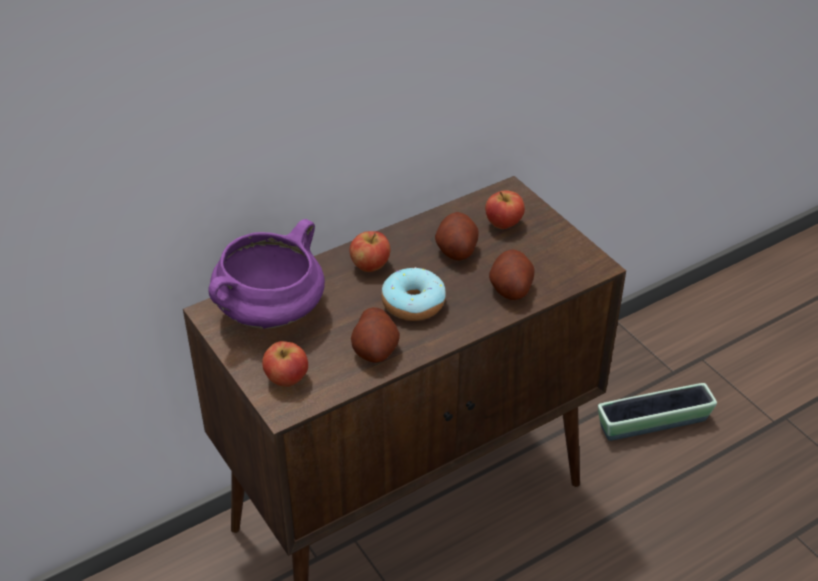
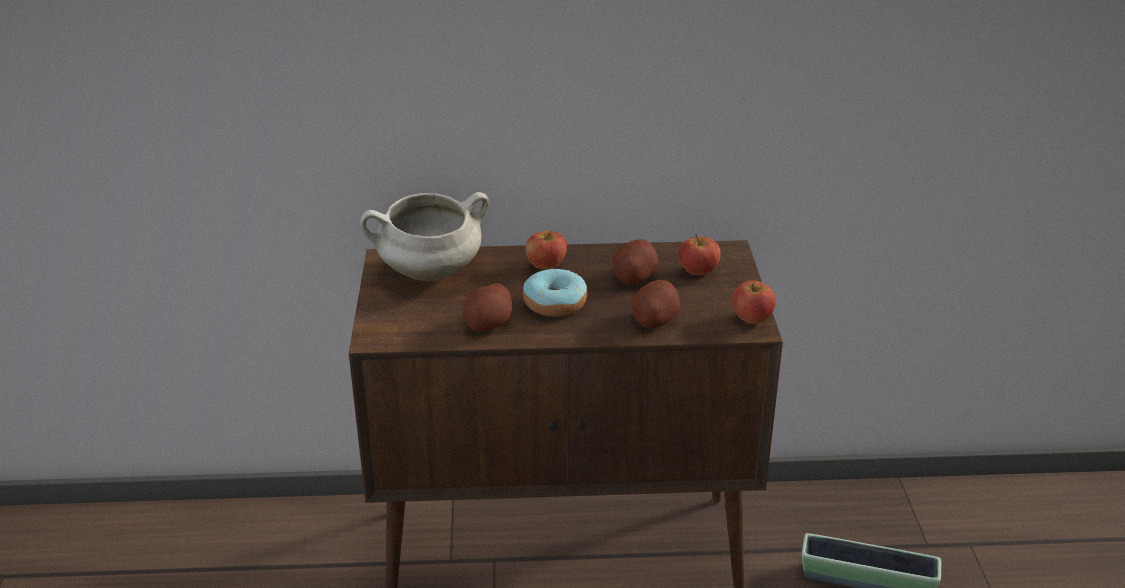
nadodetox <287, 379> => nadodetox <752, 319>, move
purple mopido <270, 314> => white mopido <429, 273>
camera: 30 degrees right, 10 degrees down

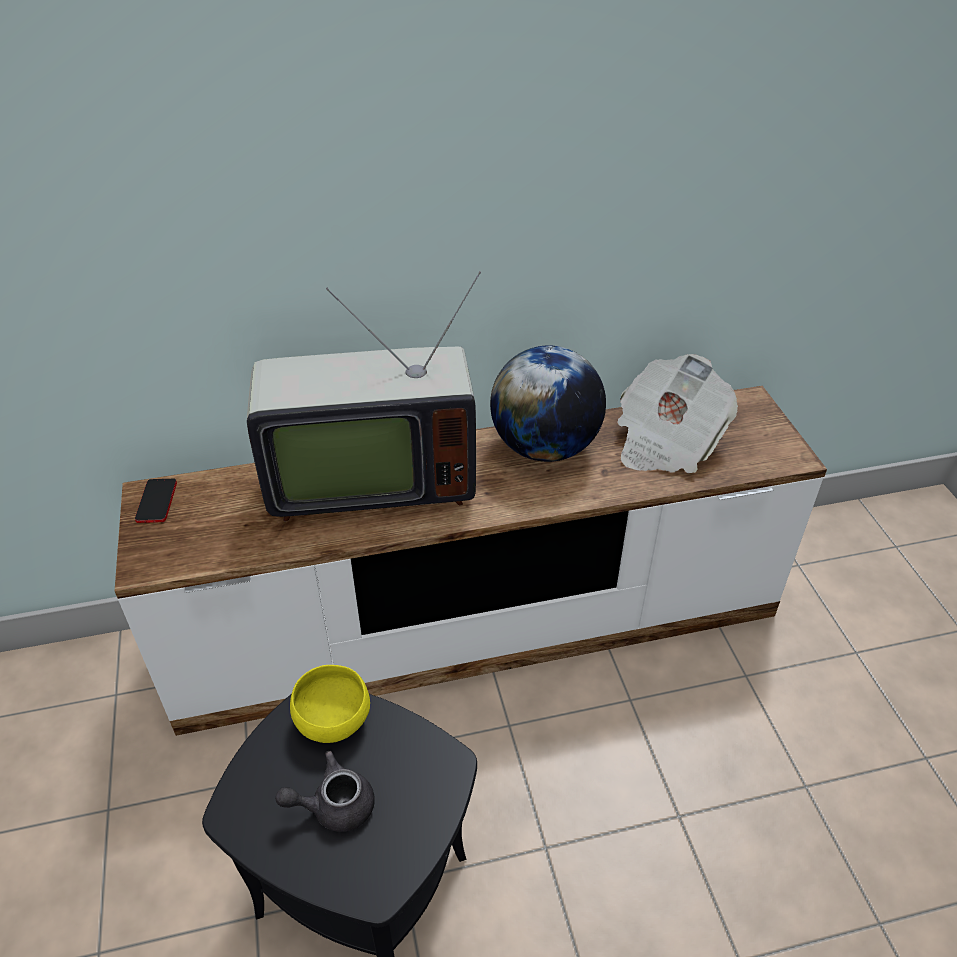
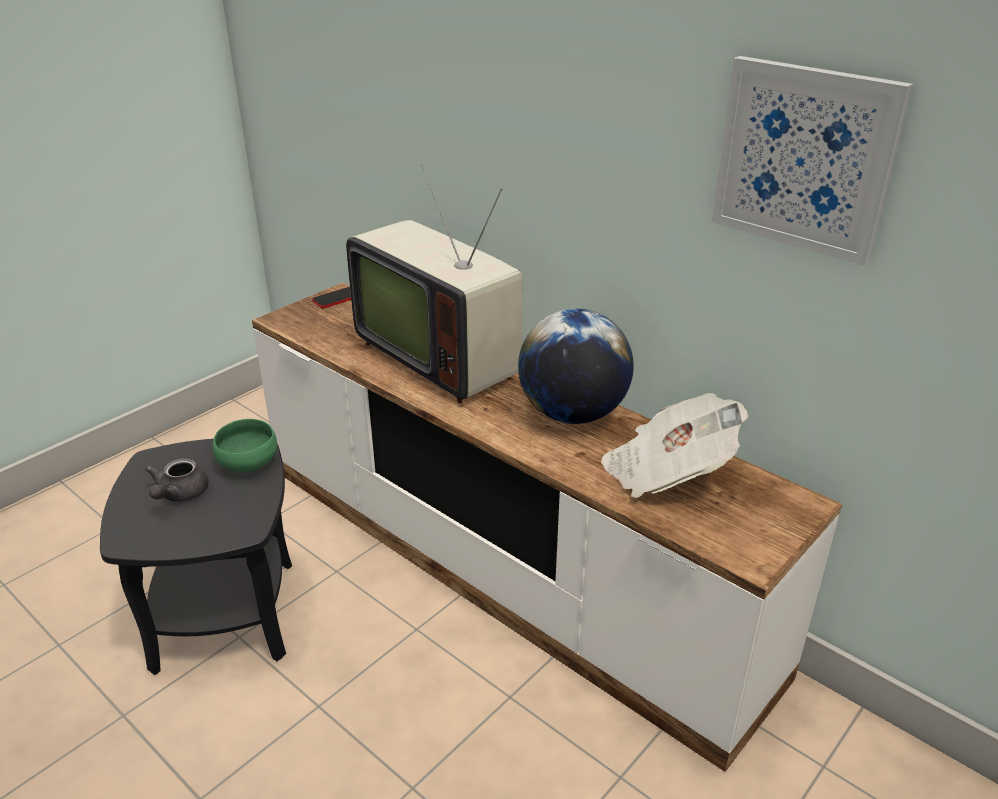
nothing => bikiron <805, 158>
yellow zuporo <334, 719> => green zuporo <249, 464>
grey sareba <333, 805> => grey sareba <179, 495>, 120 degrees counterclockwise
camera: 55 degrees right, 10 degrees down

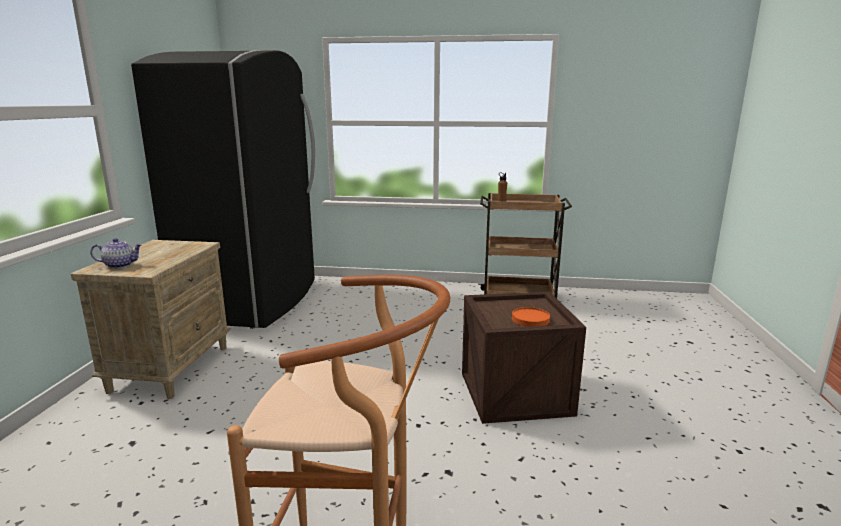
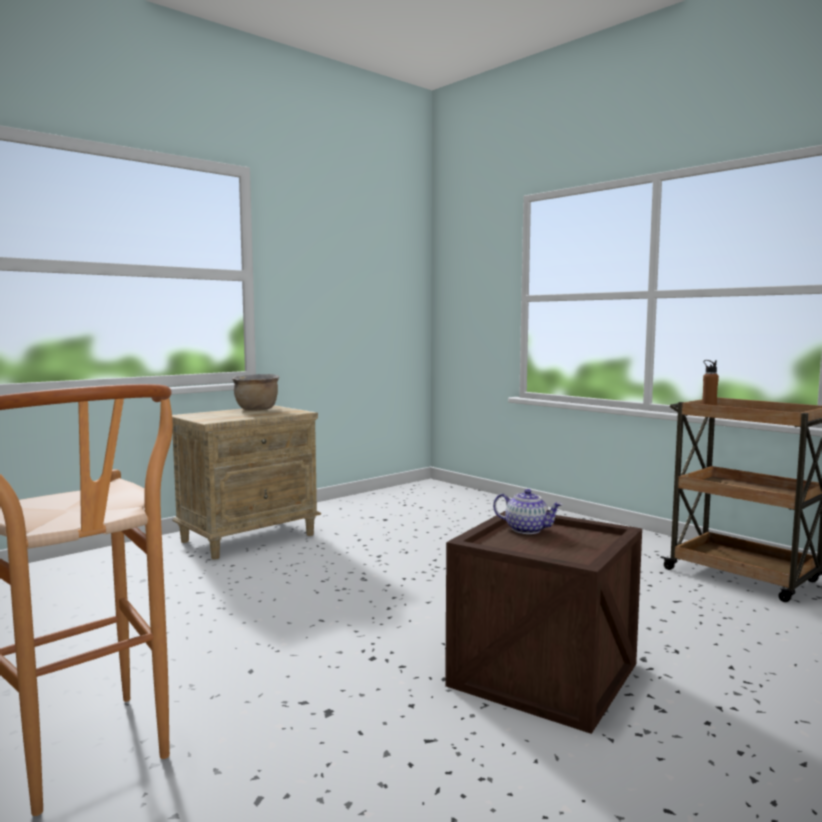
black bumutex <253, 301> => nothing
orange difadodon <530, 319> => nothing
nothing => brown mopido <256, 410>
sareba <120, 265> => sareba <527, 529>, move
camera: 40 degrees right, 10 degrees down

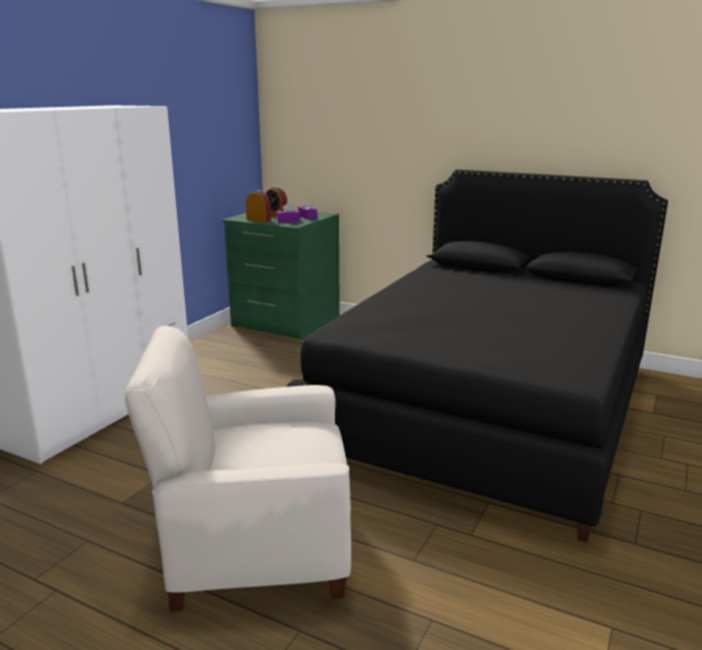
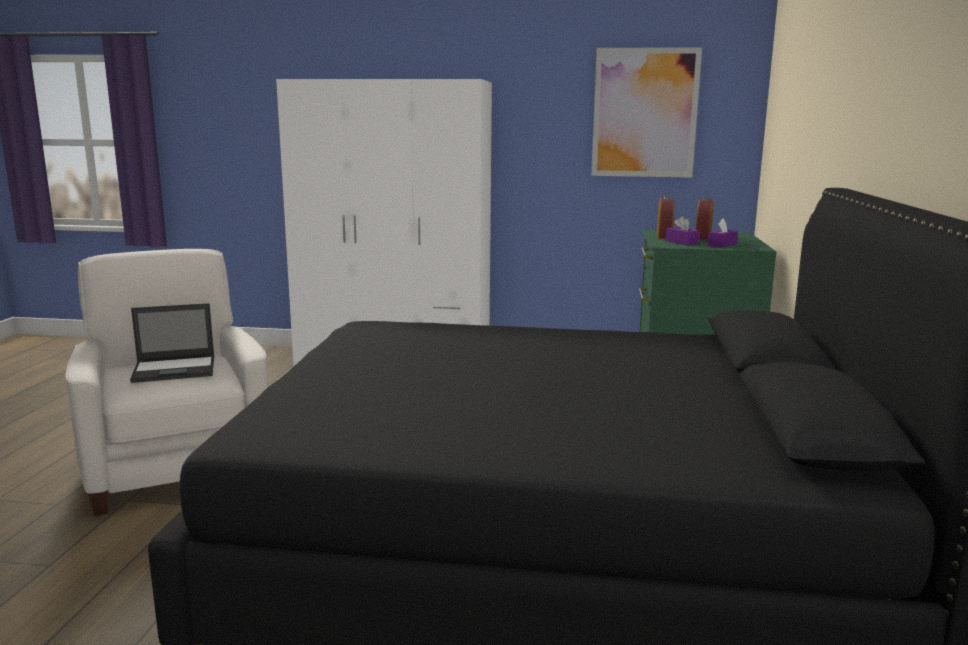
nothing => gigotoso <175, 369>
nothing => bikiron <644, 113>
camera: 70 degrees right, 5 degrees down

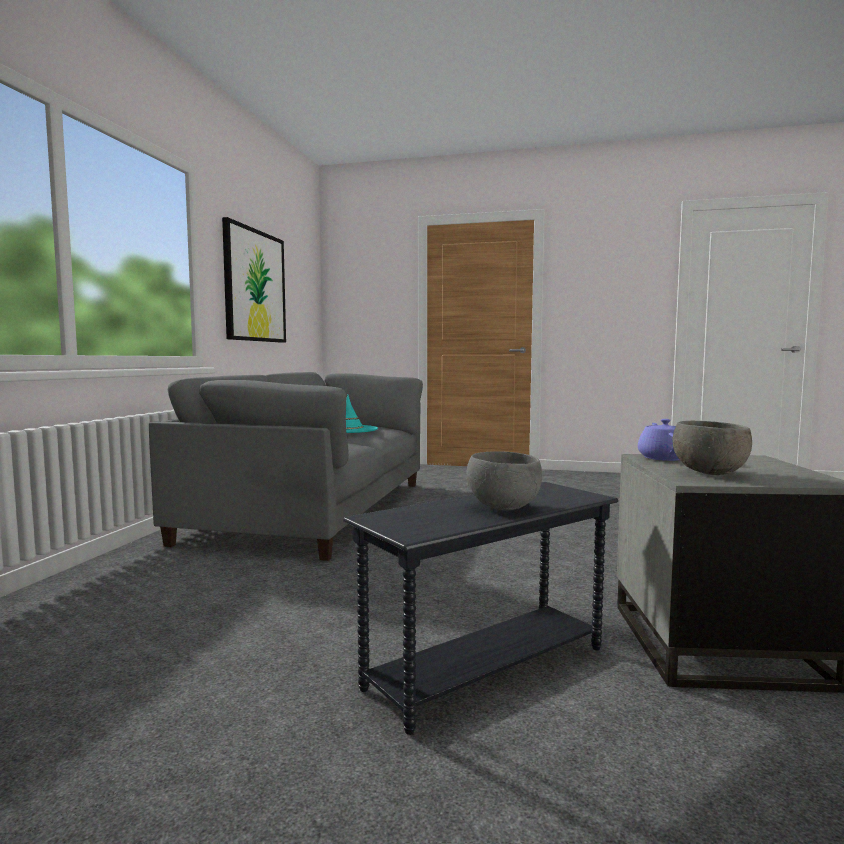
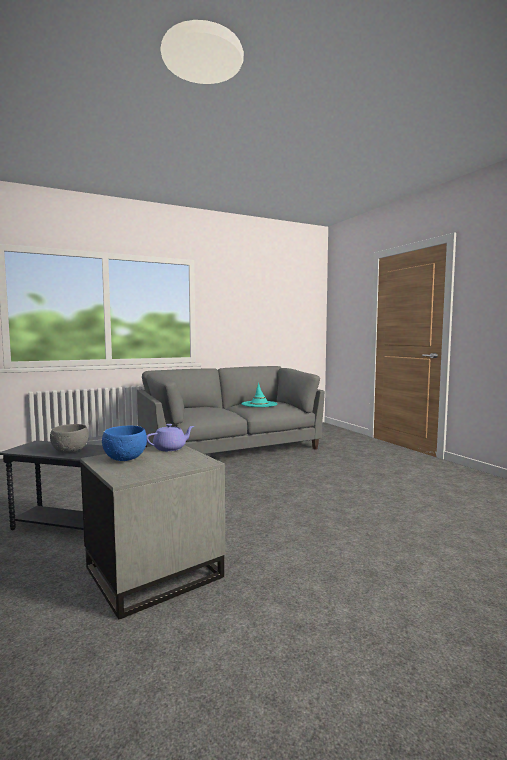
bikiron <254, 286> => nothing
grey zuporo <710, 473> => blue zuporo <124, 459>
camera: 50 degrees right, 0 degrees up

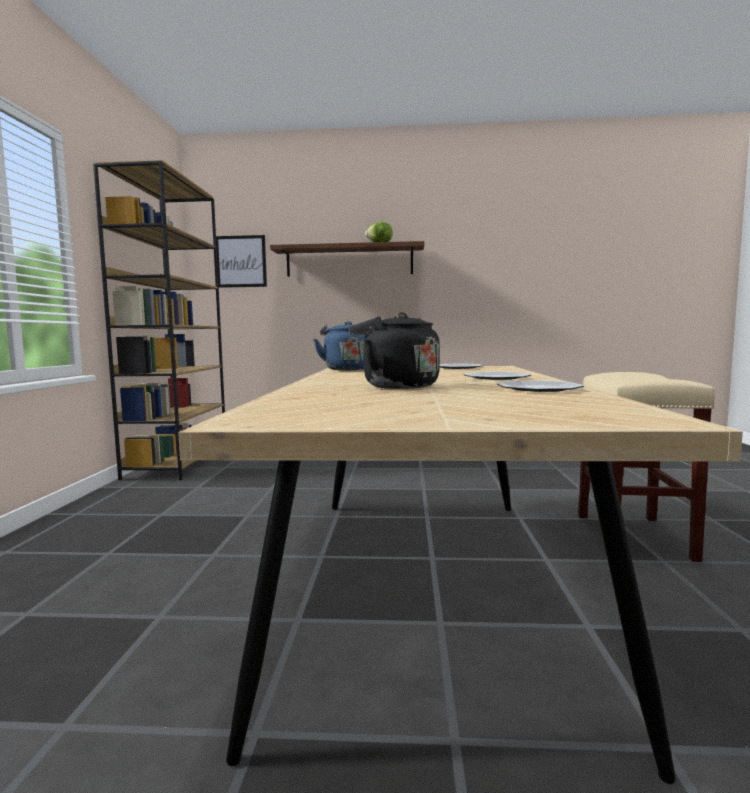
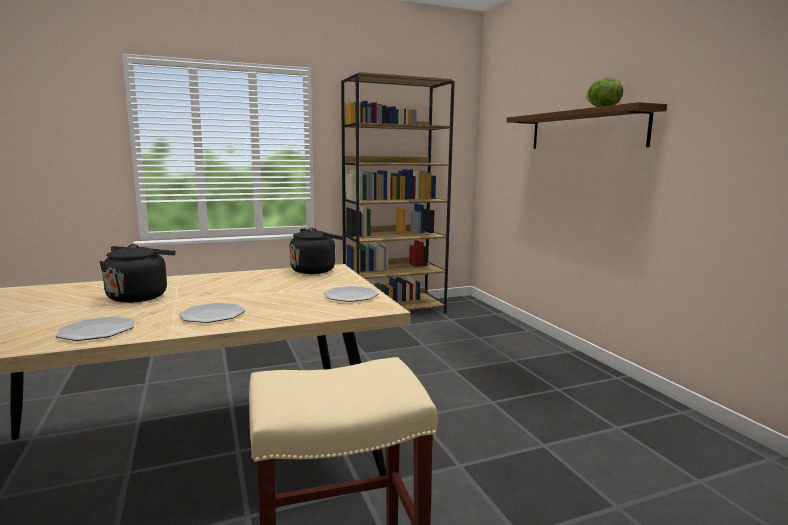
bikiron <241, 261> => nothing
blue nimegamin <347, 369> => black nimegamin <315, 270>
camera: 65 degrees right, 5 degrees up

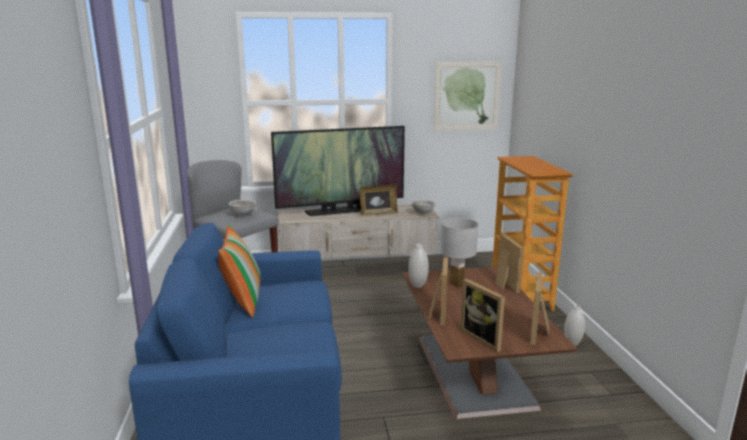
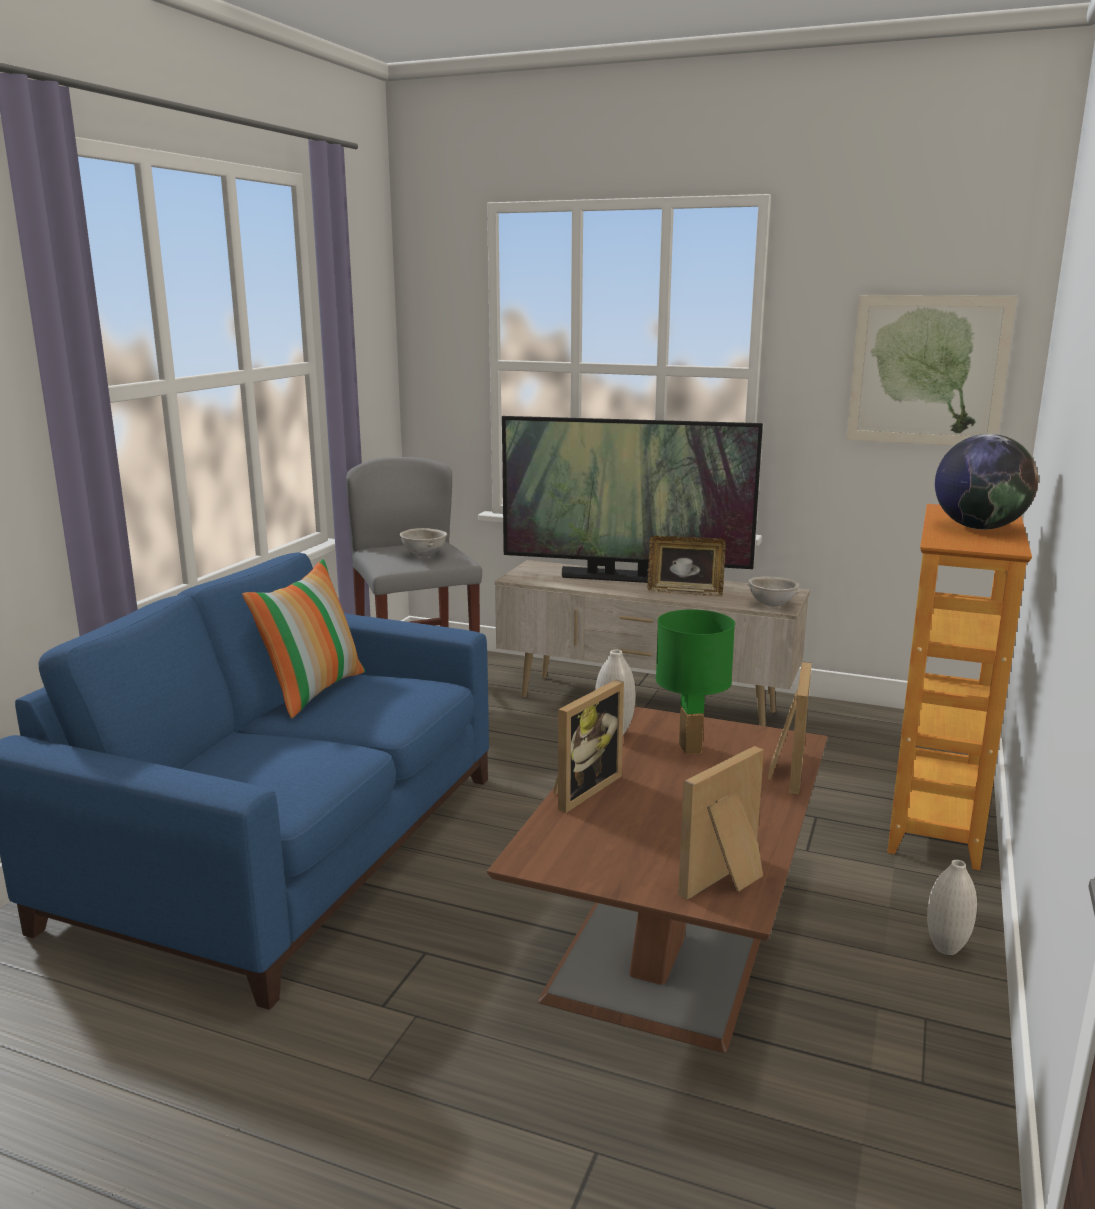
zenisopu <484, 338> => nothing
nothing => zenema <979, 528>
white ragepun <457, 284> => green ragepun <691, 748>
camera: 30 degrees right, 0 degrees up

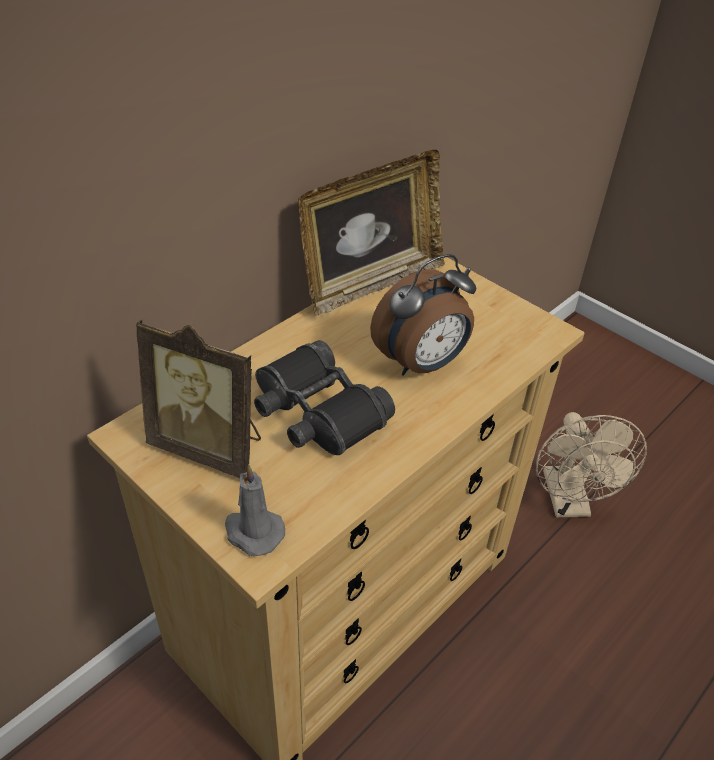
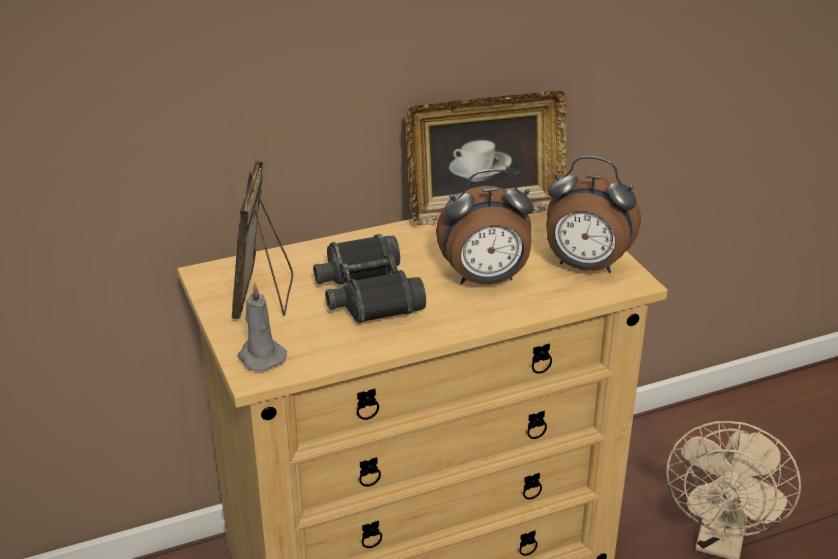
nothing => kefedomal <585, 266>
zenisopu <210, 447> => zenisopu <264, 296>, 45 degrees clockwise
camera: 25 degrees right, 10 degrees down

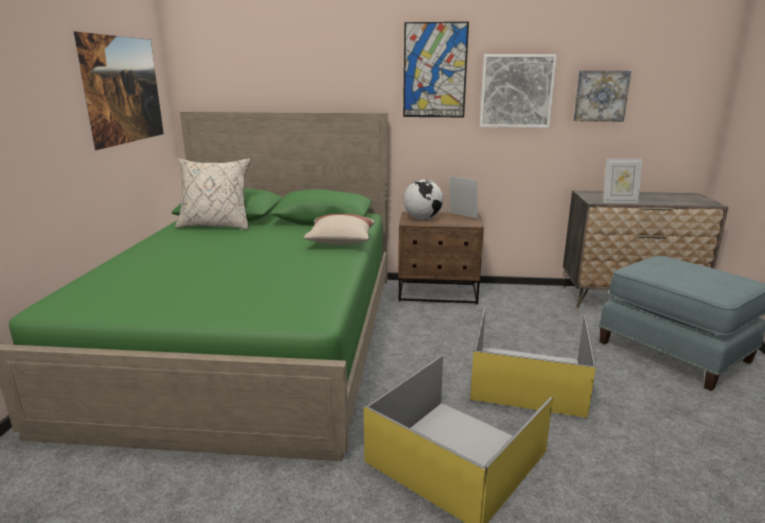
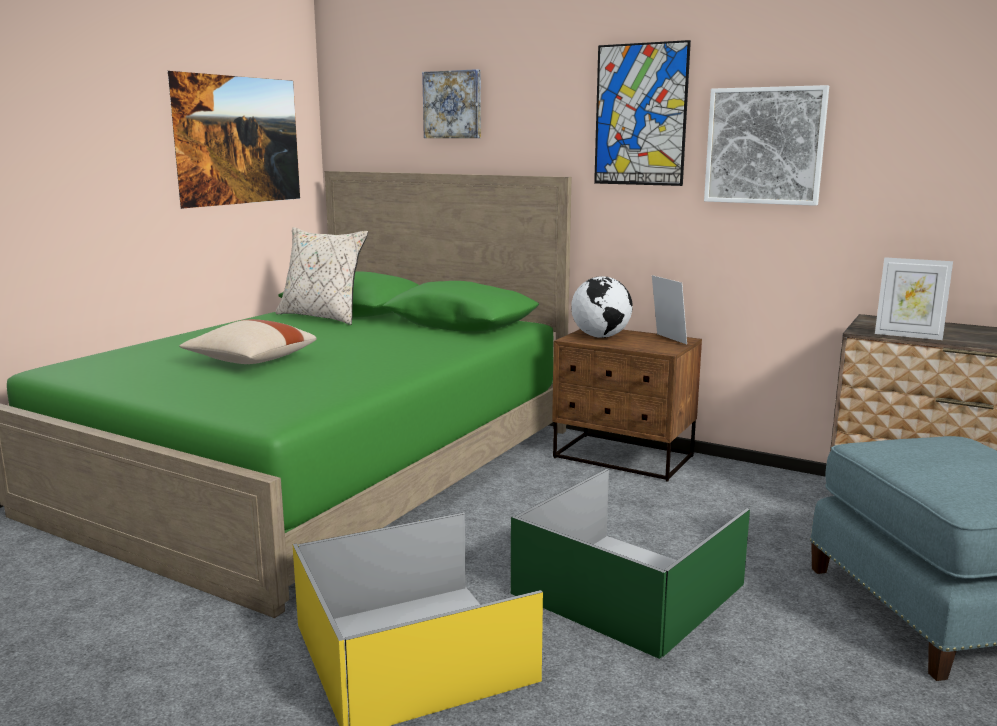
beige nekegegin <340, 242> => beige nekegegin <250, 361>, move
bikiron <600, 96> => bikiron <453, 105>, move
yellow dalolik <530, 379> => green dalolik <631, 590>
camera: 25 degrees right, 5 degrees down

